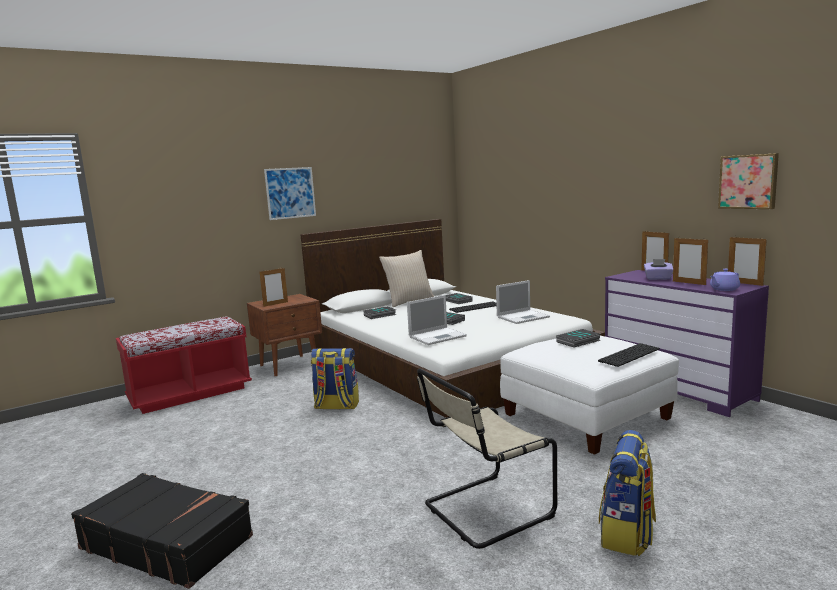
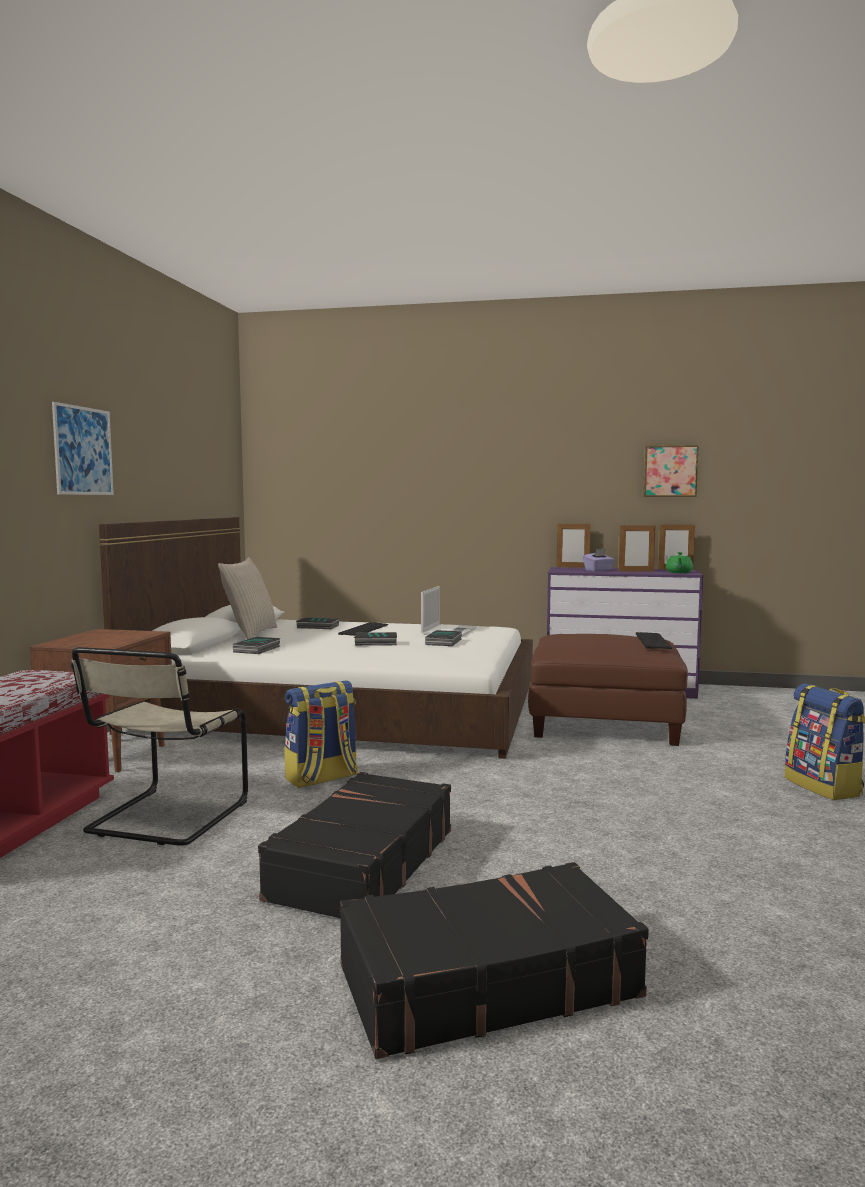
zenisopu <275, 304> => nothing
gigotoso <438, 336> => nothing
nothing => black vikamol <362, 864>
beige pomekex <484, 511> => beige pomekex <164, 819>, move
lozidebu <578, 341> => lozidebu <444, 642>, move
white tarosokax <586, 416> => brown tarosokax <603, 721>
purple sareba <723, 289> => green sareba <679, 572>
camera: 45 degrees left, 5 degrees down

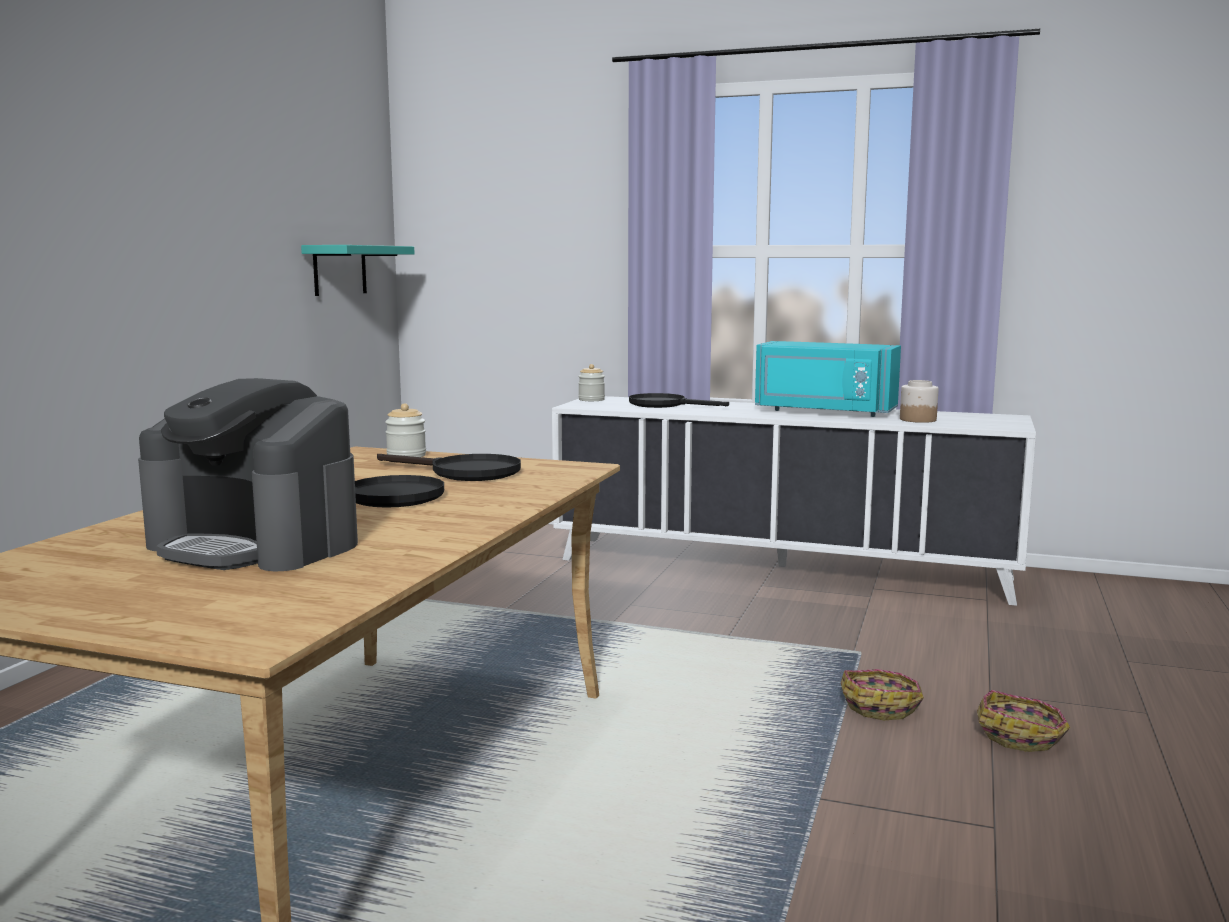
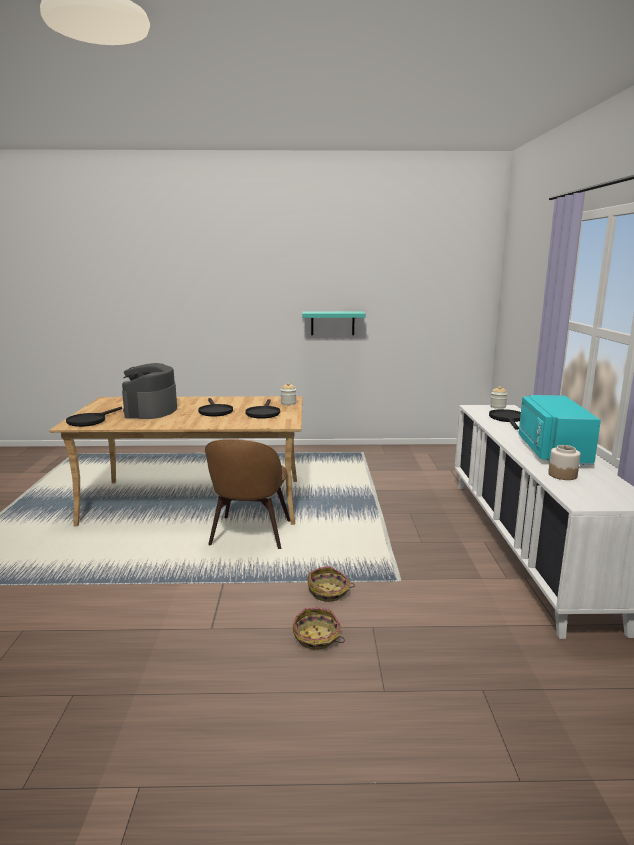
nothing => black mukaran <90, 421>
nothing => brown pomekex <250, 534>
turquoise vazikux <340, 270> => turquoise vazikux <332, 323>, move
camera: 70 degrees right, 5 degrees up

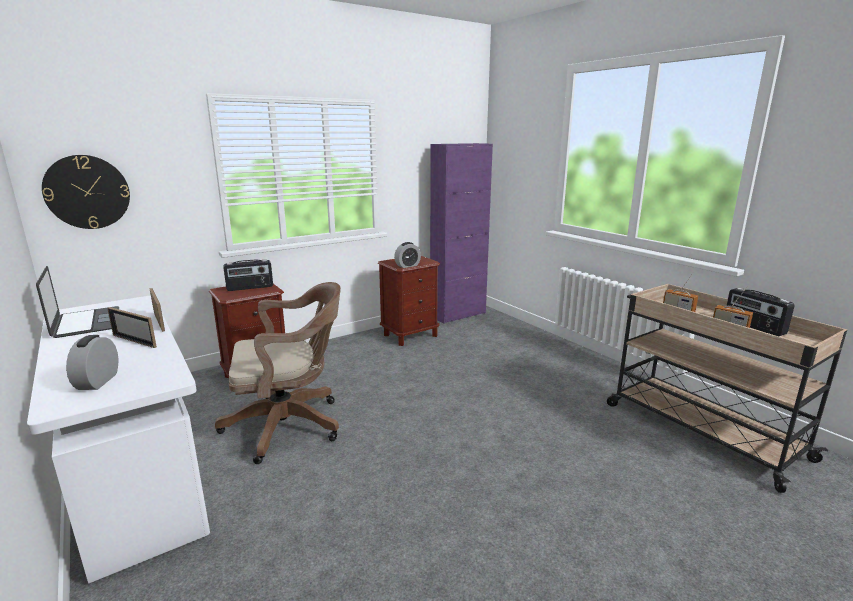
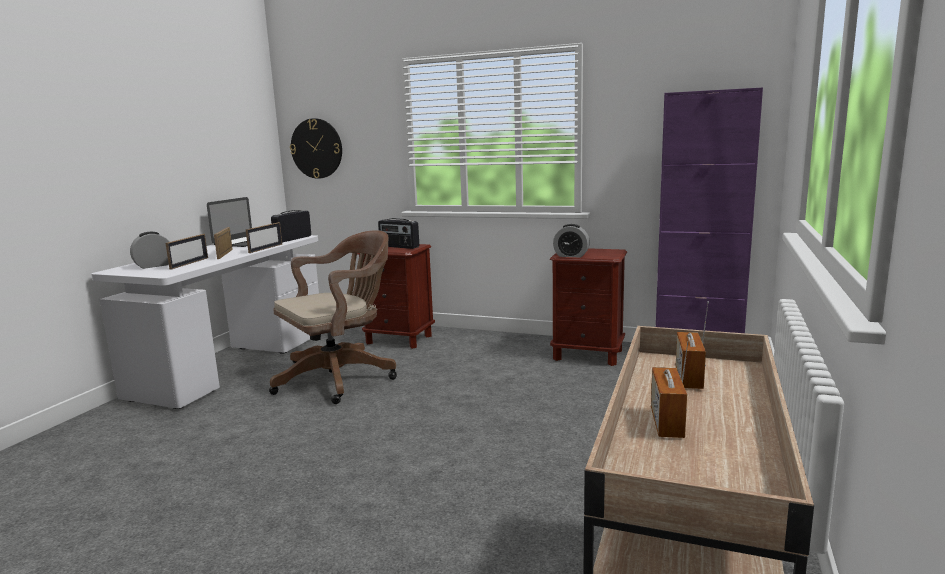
nothing => zenisopu <189, 263>
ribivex <753, 326> => ribivex <292, 239>, move
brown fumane <290, 425> => brown fumane <340, 378>, 75 degrees counterclockwise
camera: 55 degrees right, 5 degrees down

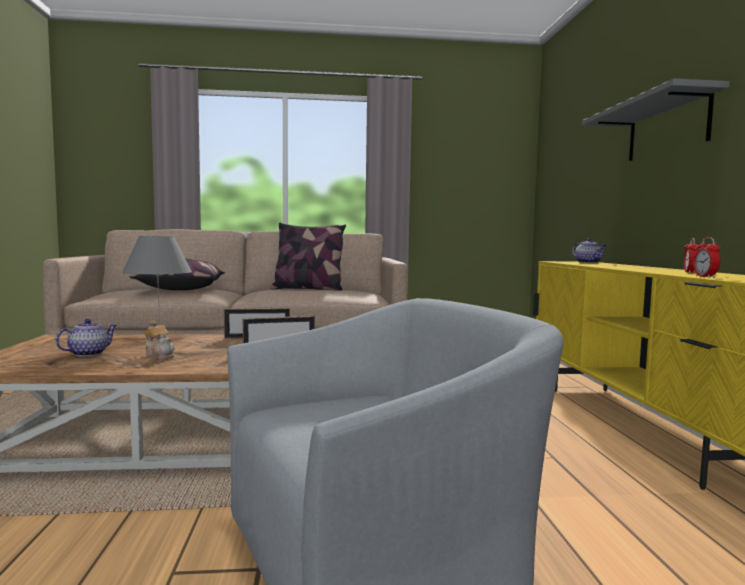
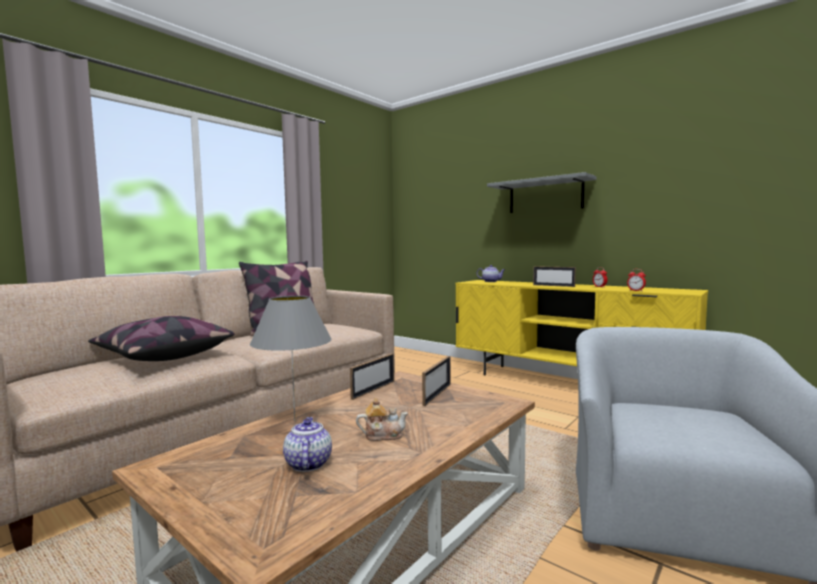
nothing => zenisopu <553, 286>
camera: 45 degrees left, 0 degrees up

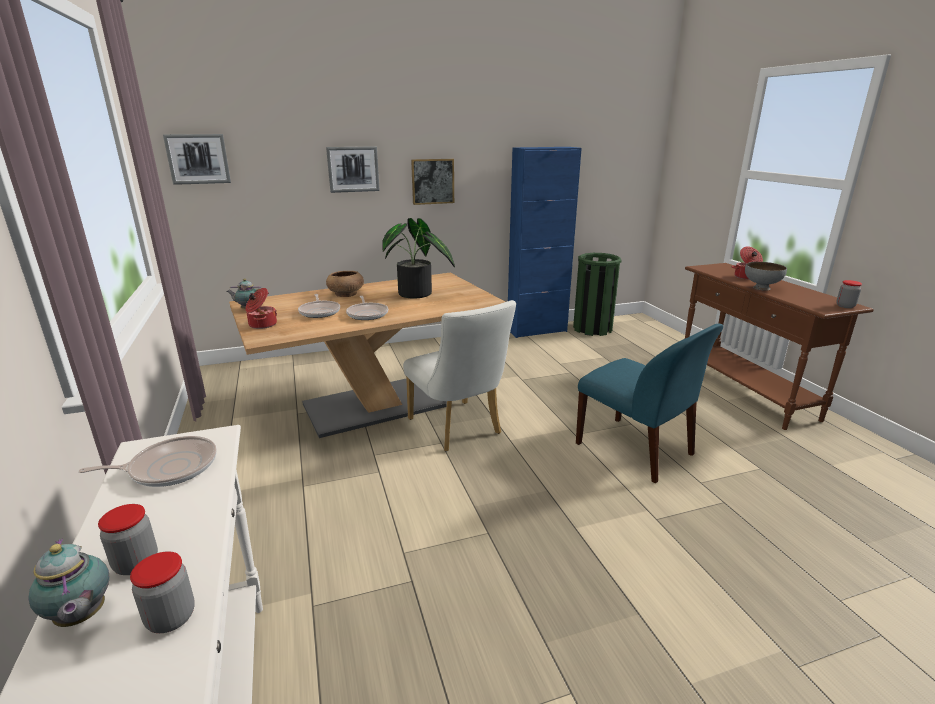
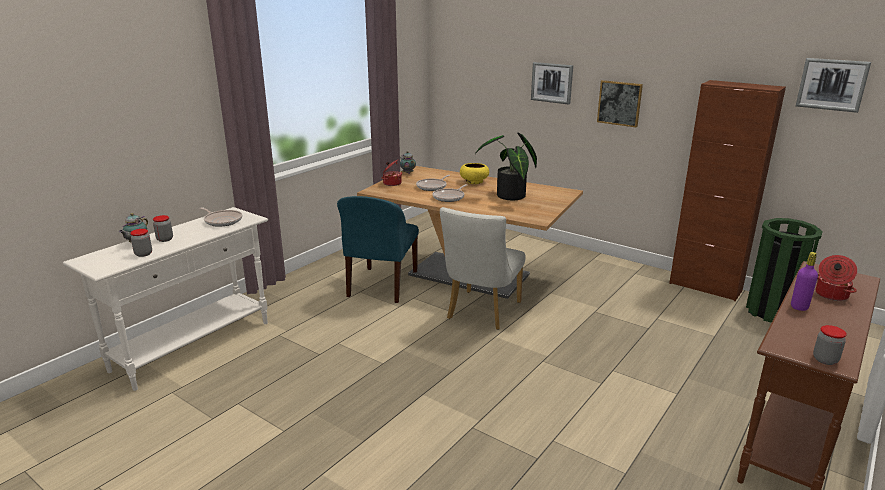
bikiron <198, 159> => bikiron <832, 84>, move
blue pomekex <636, 450> => blue pomekex <382, 286>, move
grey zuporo <761, 288> => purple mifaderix <799, 307>
brown zuporo <345, 294> => yellow zuporo <474, 181>
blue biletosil <536, 330> => brown biletosil <705, 287>
camera: 55 degrees right, 0 degrees up

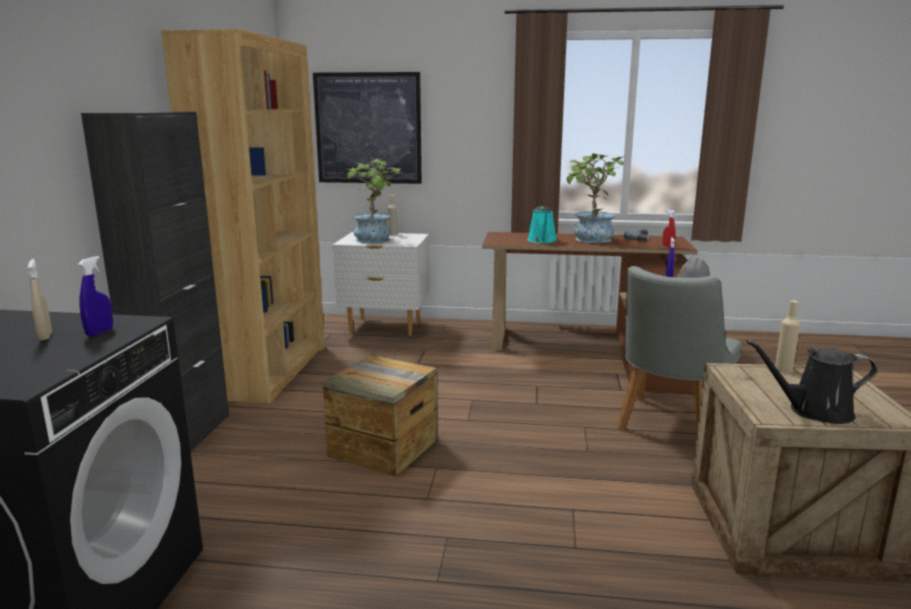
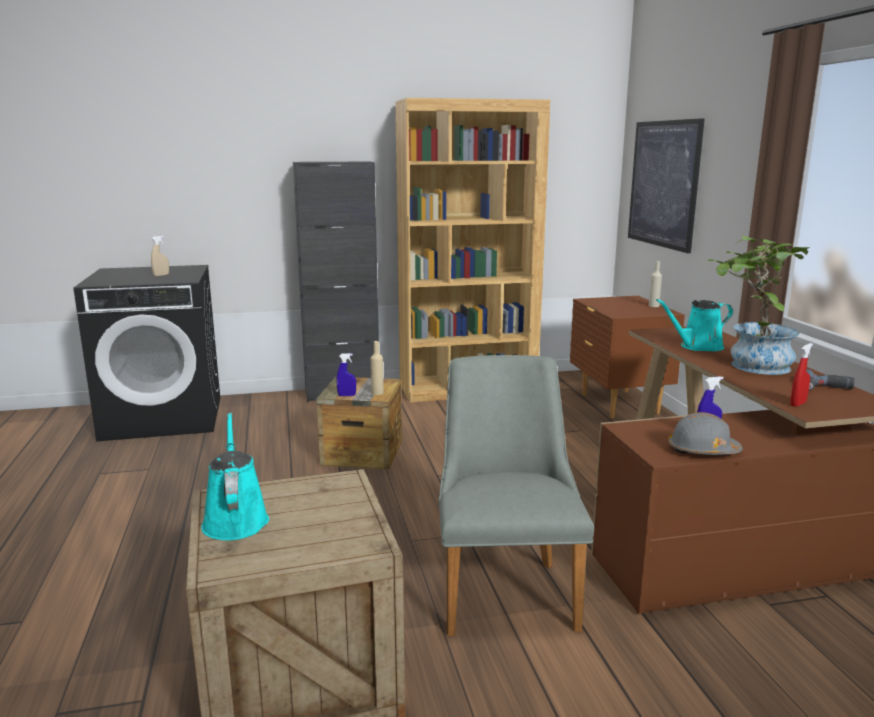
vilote <376, 240> => nothing
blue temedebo <99, 332> => blue temedebo <346, 395>, move
beige mifaderix <783, 370> => beige mifaderix <377, 393>, move
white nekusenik <385, 327> => brown nekusenik <618, 404>
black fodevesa <814, 411> => turquoise fodevesa <235, 519>
grey pomekex <667, 427> => grey pomekex <505, 587>, 75 degrees clockwise
camera: 70 degrees right, 0 degrees up

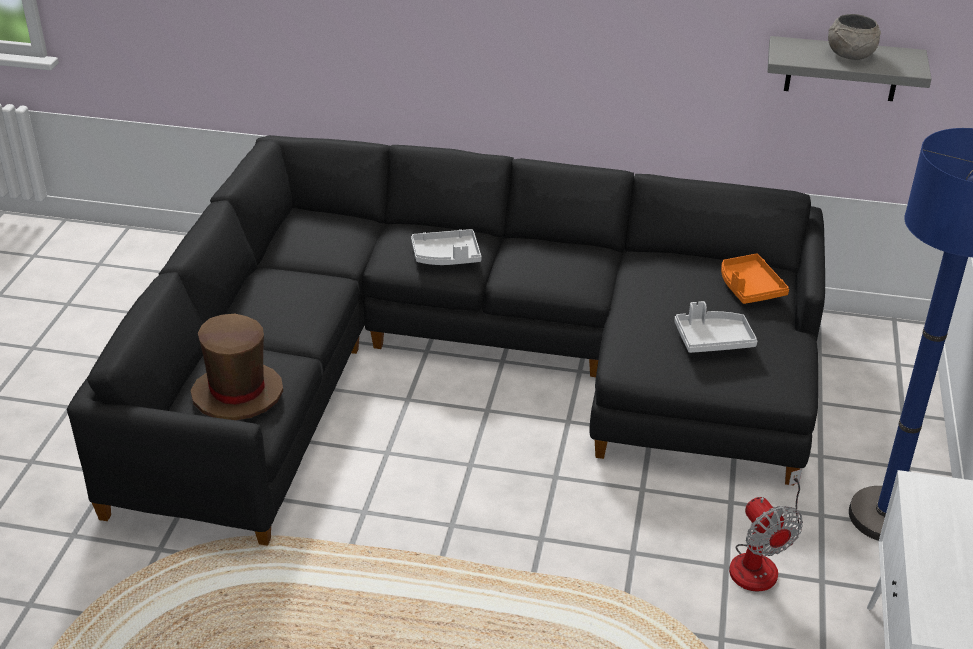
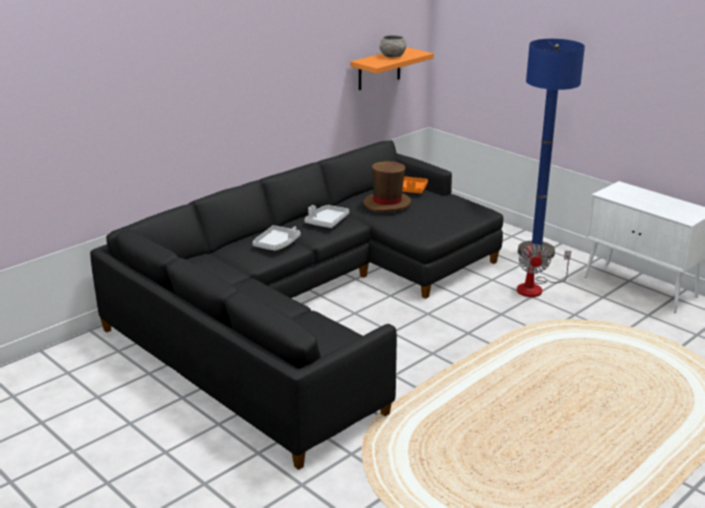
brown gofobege <237, 394> => brown gofobege <387, 204>, move
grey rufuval <713, 339> => grey rufuval <327, 222>, move
grey vazikux <842, 69> => orange vazikux <379, 69>
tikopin <760, 561> => tikopin <536, 288>, 75 degrees clockwise
camera: 55 degrees left, 10 degrees down

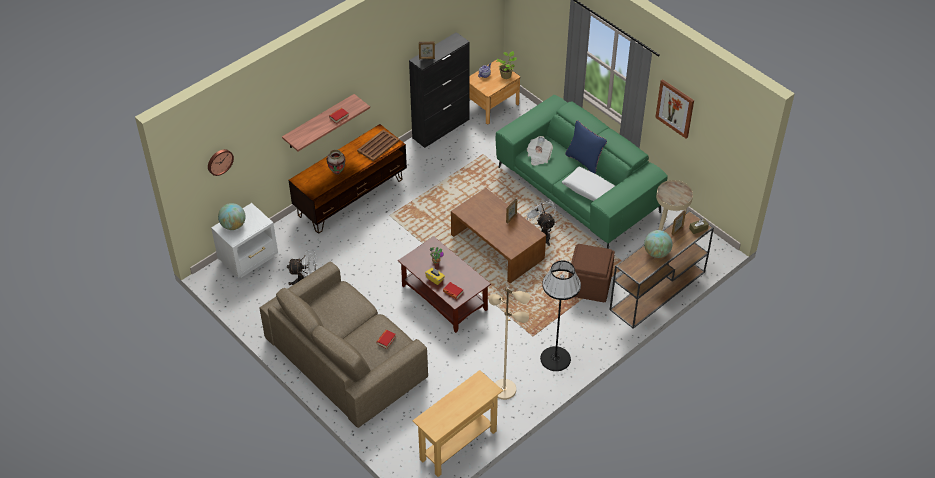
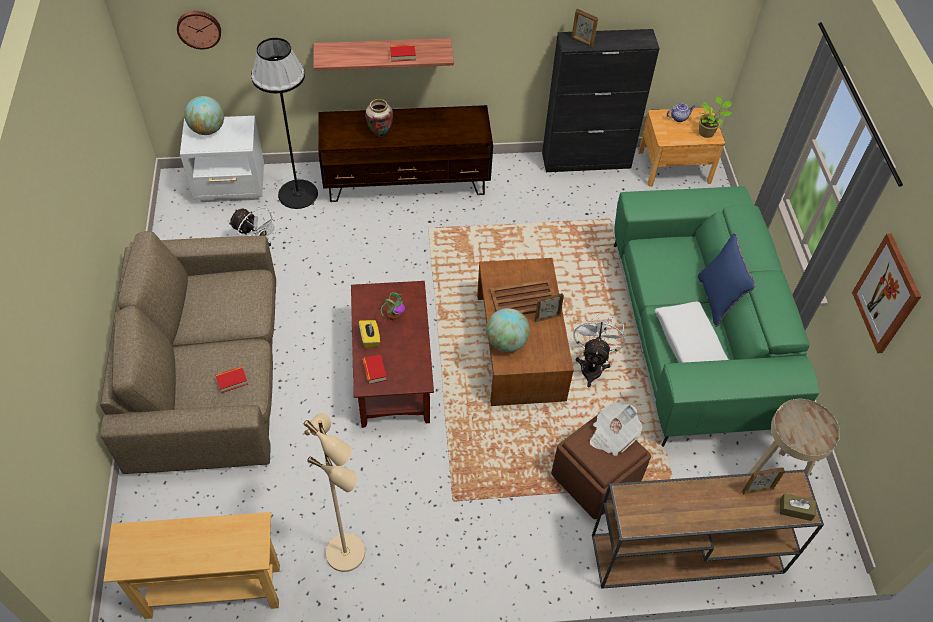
brown rufuval <378, 146> => brown rufuval <523, 299>, move
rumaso <538, 156> => rumaso <612, 435>, move
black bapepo <555, 359> => black bapepo <298, 194>, move
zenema <656, 253> => zenema <506, 342>, move
camera: 35 degrees right, 5 degrees up

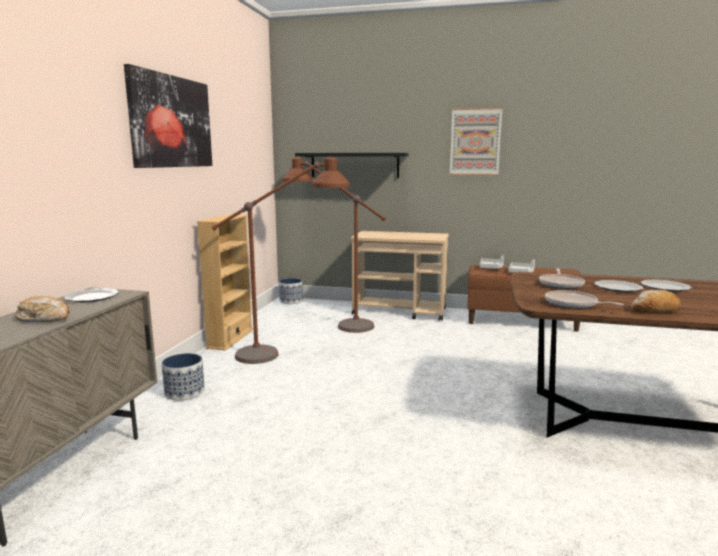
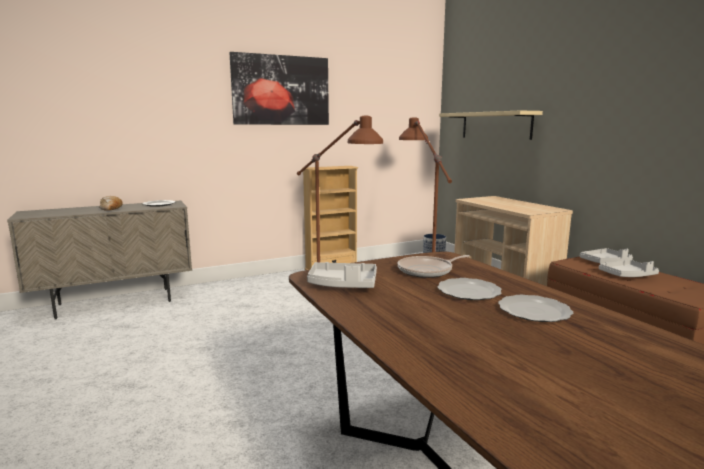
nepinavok <184, 392> => nothing
bikiron <475, 142> => nothing
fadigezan <654, 310> => nothing
mukaran <573, 304> => grey rufuval <343, 285>
black vazikux <354, 165> => beige vazikux <495, 125>
camera: 50 degrees right, 0 degrees up

